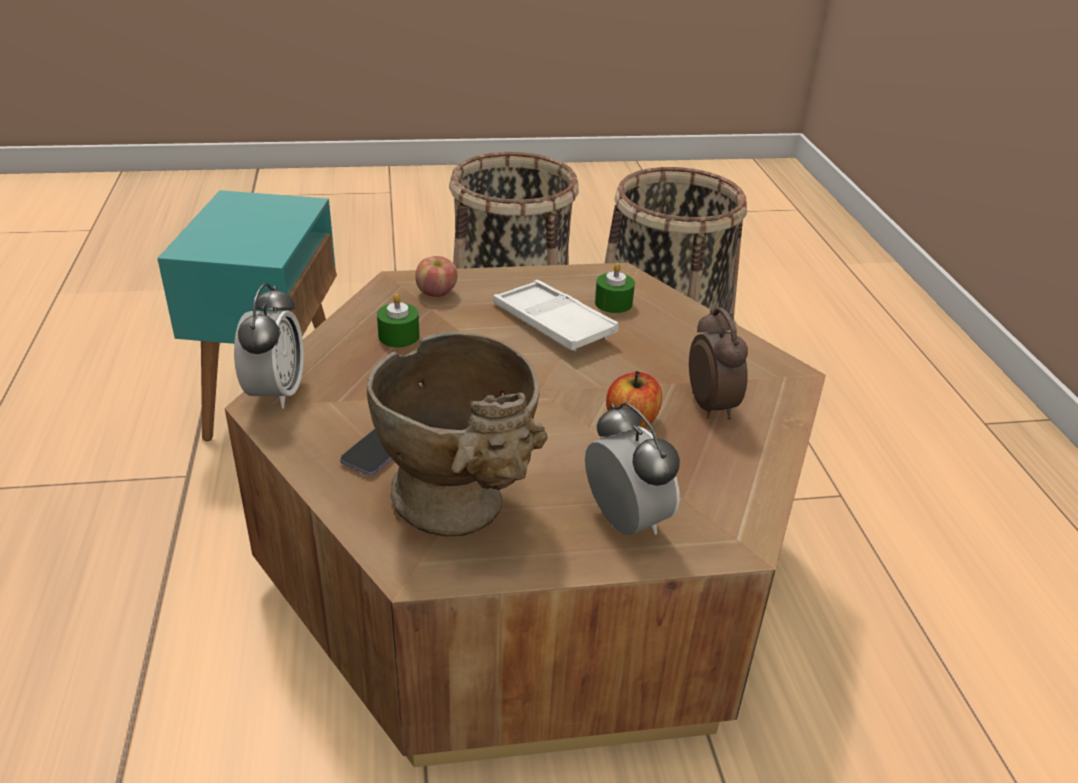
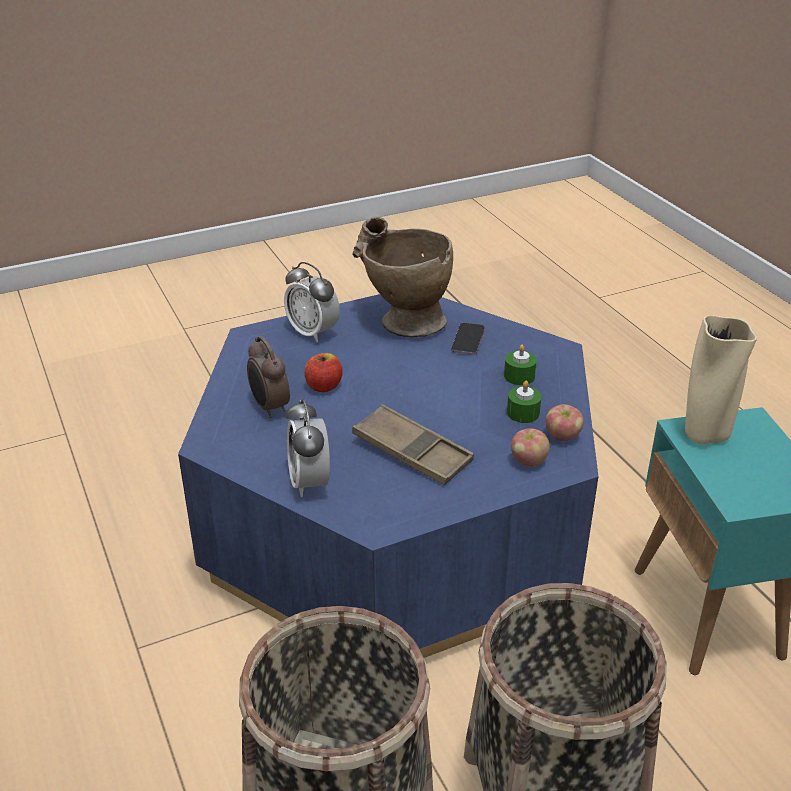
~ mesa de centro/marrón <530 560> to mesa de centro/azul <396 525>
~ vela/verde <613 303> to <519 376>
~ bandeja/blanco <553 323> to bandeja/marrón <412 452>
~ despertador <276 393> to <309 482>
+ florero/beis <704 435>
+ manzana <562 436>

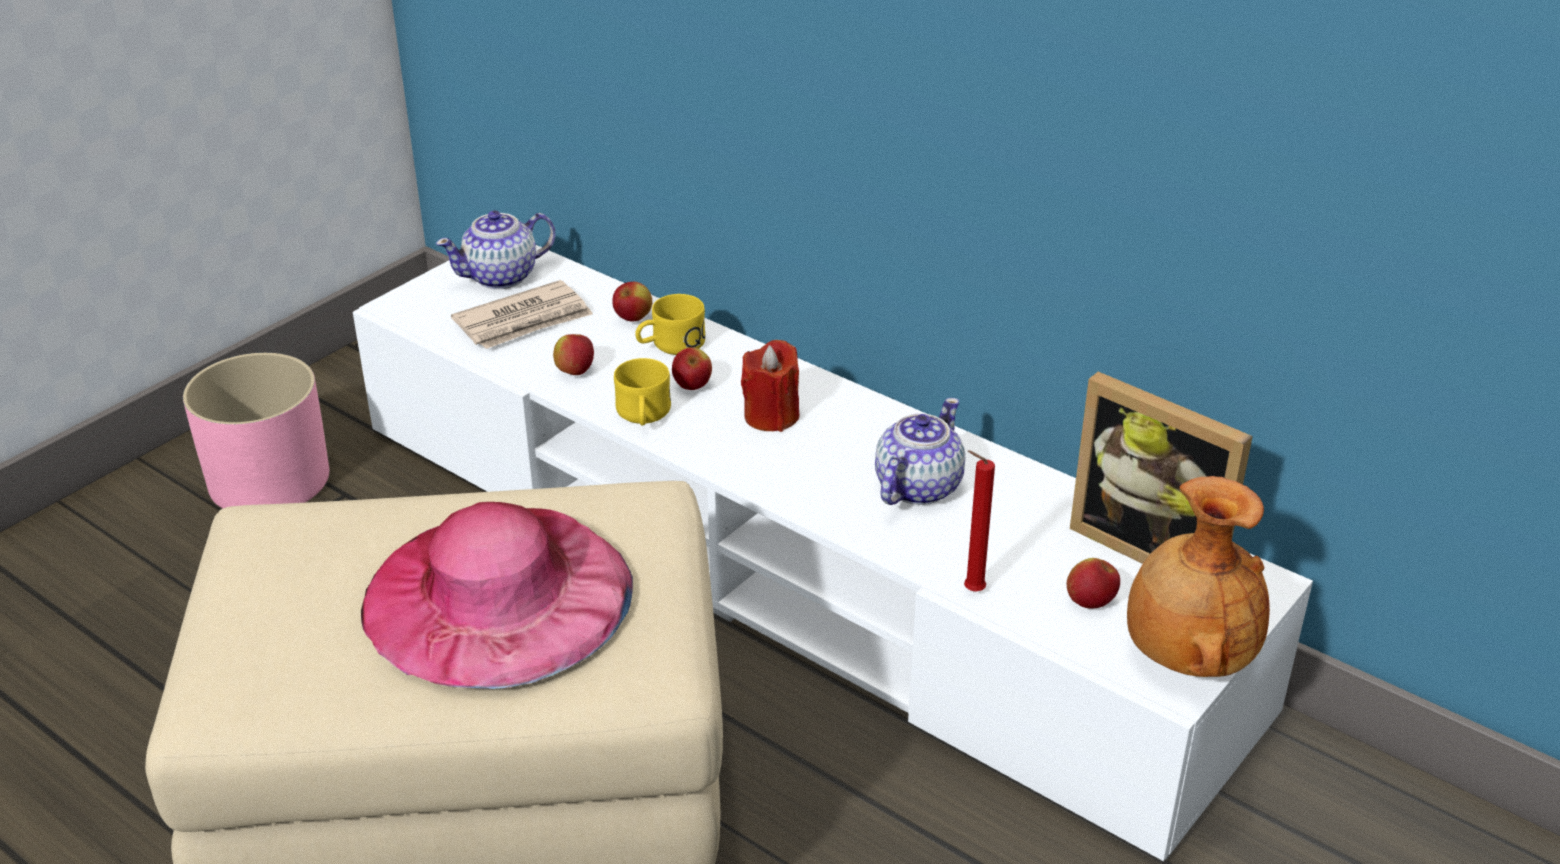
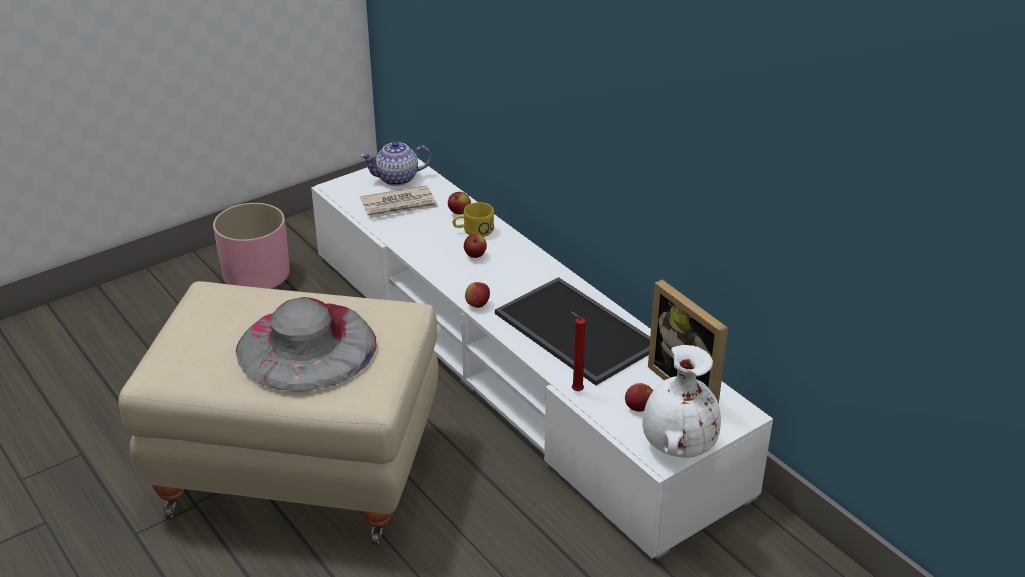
~ manzana <575 371> to <477 304>
- vela/rojo <771 416>
- taza grande/amarillo <643 416>
~ tetera <916 487> to bandeja <573 330>
~ florero/marrón <1186 656> to florero/blanco <677 445>
~ sombrero/rosa <497 594> to sombrero/gris <306 346>

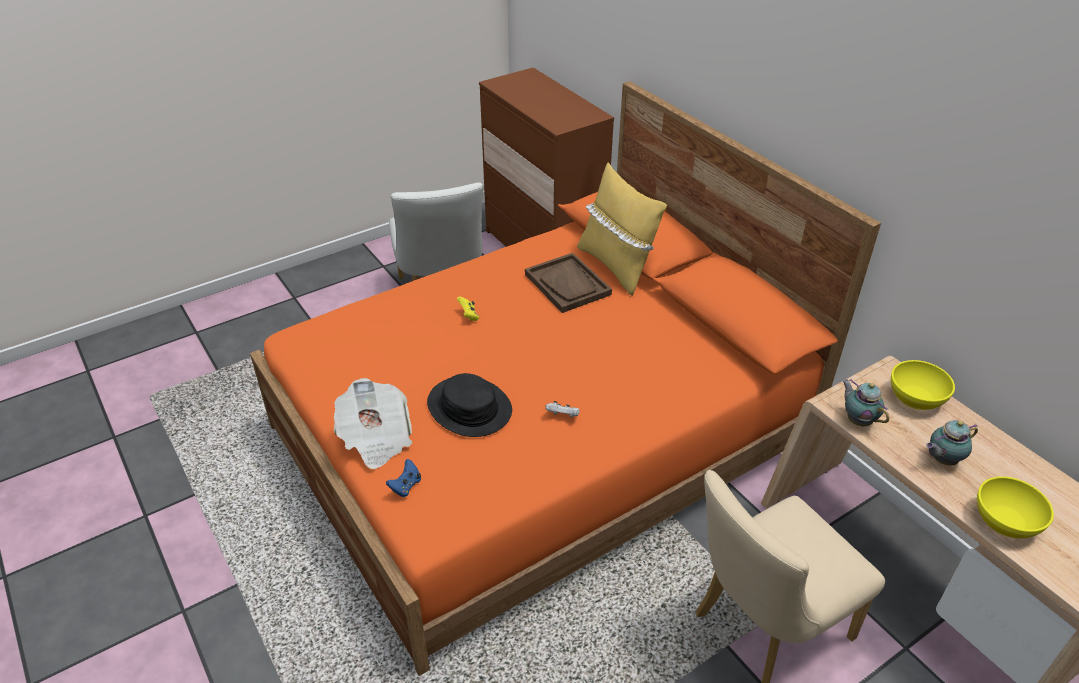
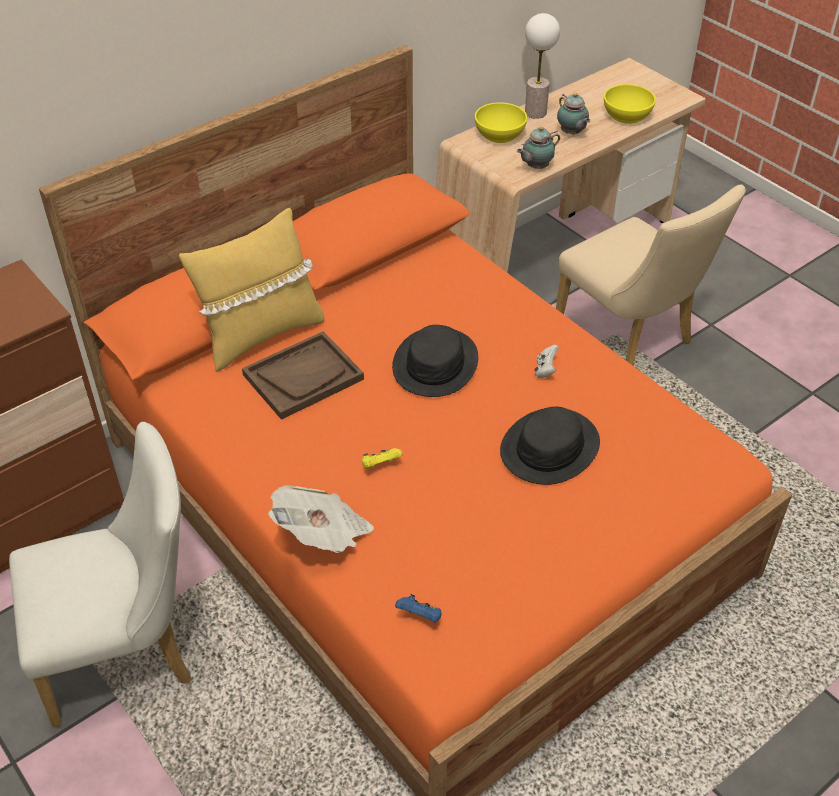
~ periódico <375 438> to <323 534>
~ mando de consola/azul <406 486> to <420 616>
+ lámpara de mesa <535 113>
+ sombrero/negro <435 364>

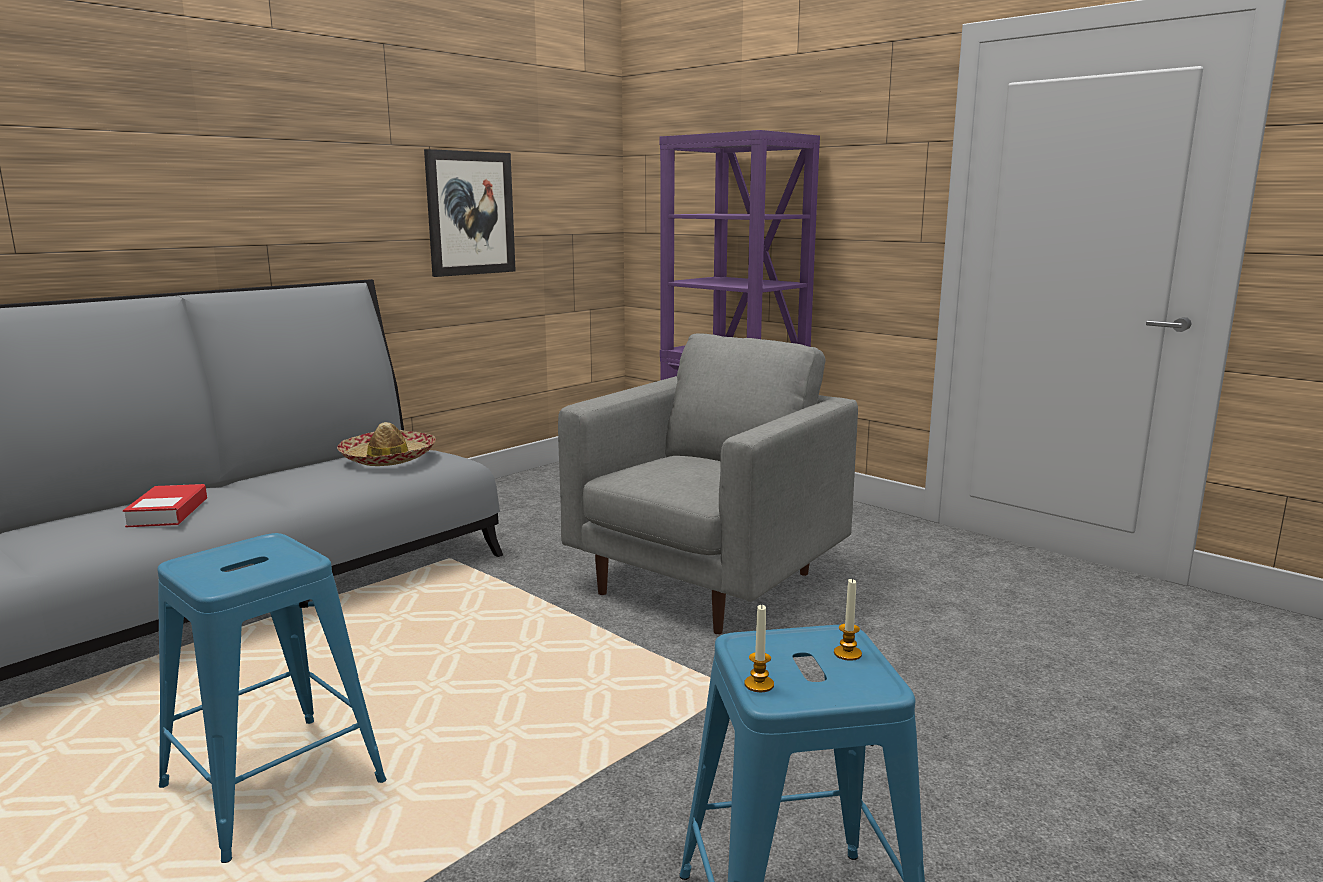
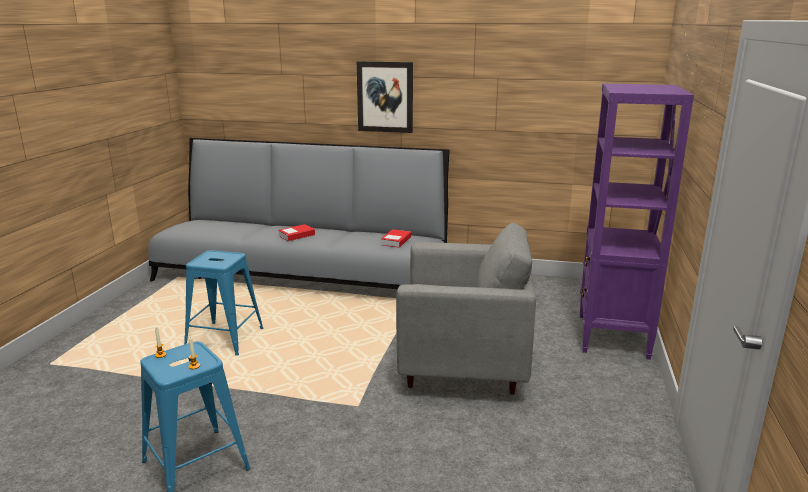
~ cuadro <470 213> to <385 97>
~ sombrero <388 458> to libro <396 241>

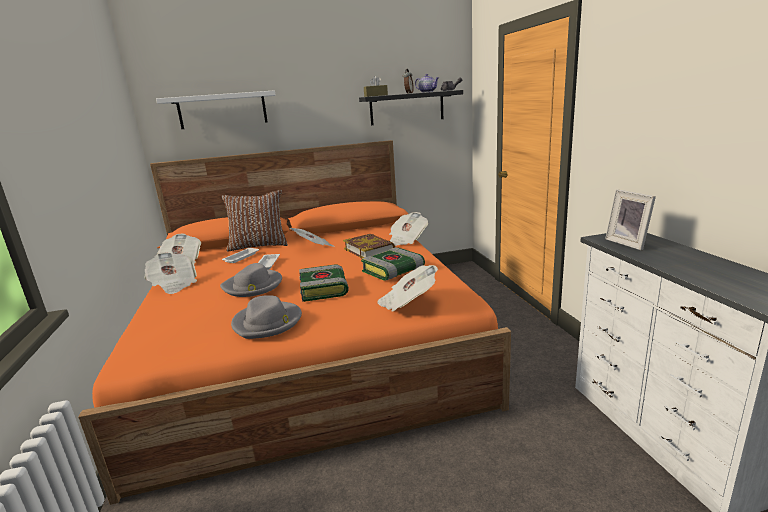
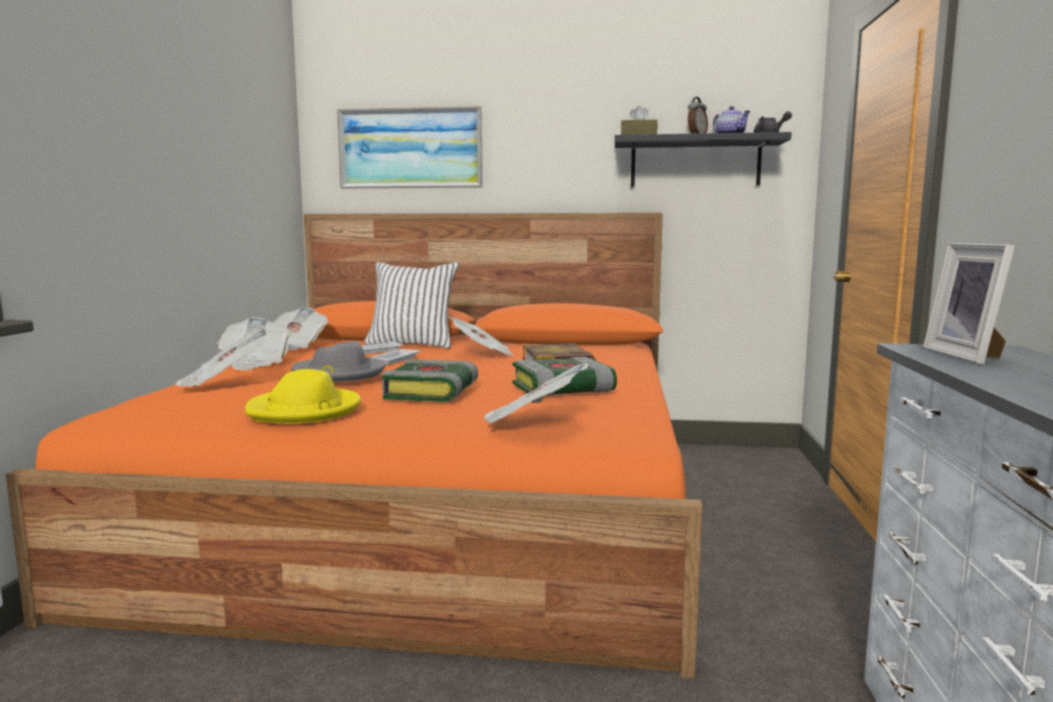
~ estante/blanco <222 110> to cuadro <410 148>
~ cojín/marrón <258 245> to cojín/blanco <412 344>
~ periódico <407 240> to <224 382>
~ sombrero/gris <267 322> to sombrero/amarillo <305 410>

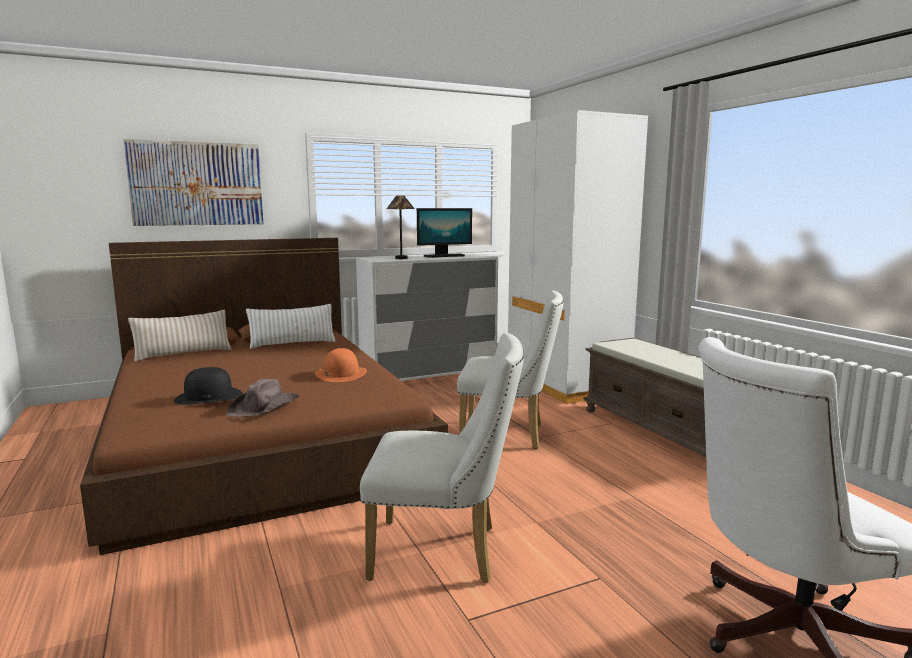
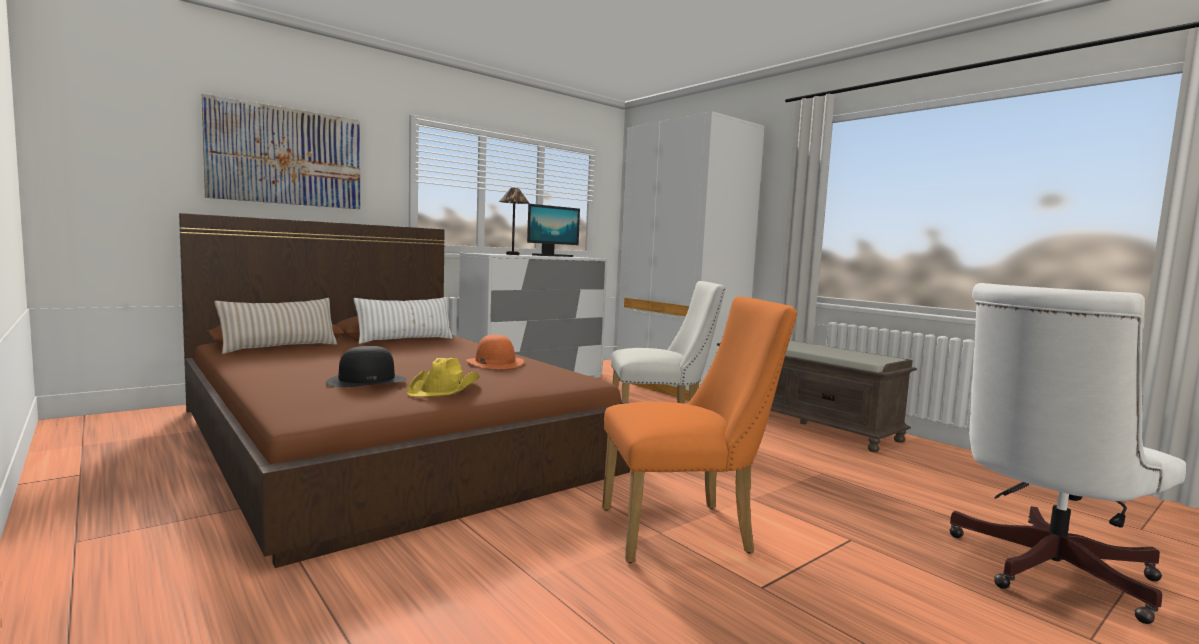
~ silla/blanco <445 552> to silla/naranja <686 530>
~ sombrero/marrón <265 407> to sombrero/amarillo <445 389>

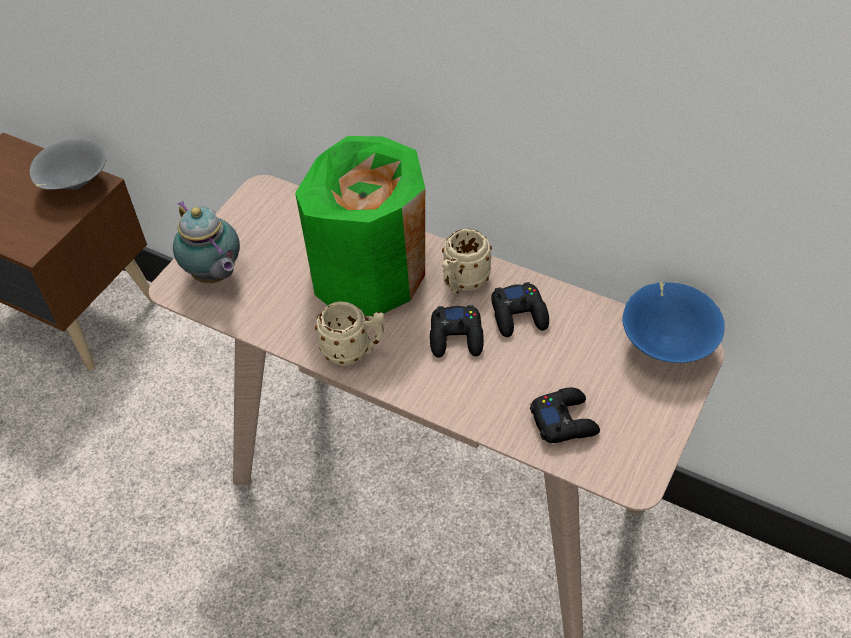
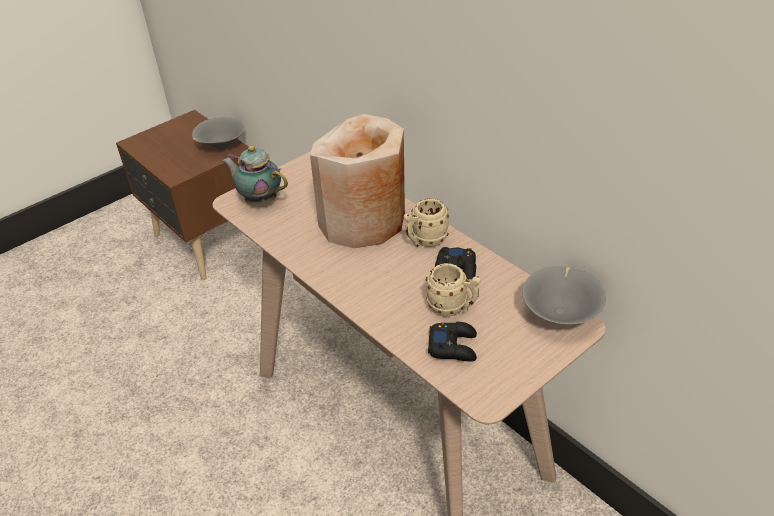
~ florero/verde <369 272> to florero/beis <363 220>
~ tetera <215 276> = <260 201> 135 degrees clockwise
~ cuenco/azul <667 342> to cuenco/gris <561 314>
~ taza grande/beis <354 351> to <453 308>
- mando de consola/negro <457 337>

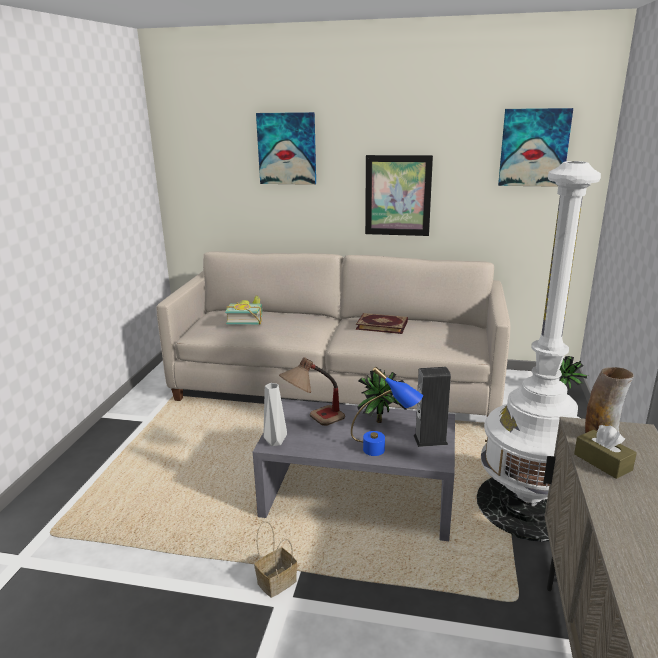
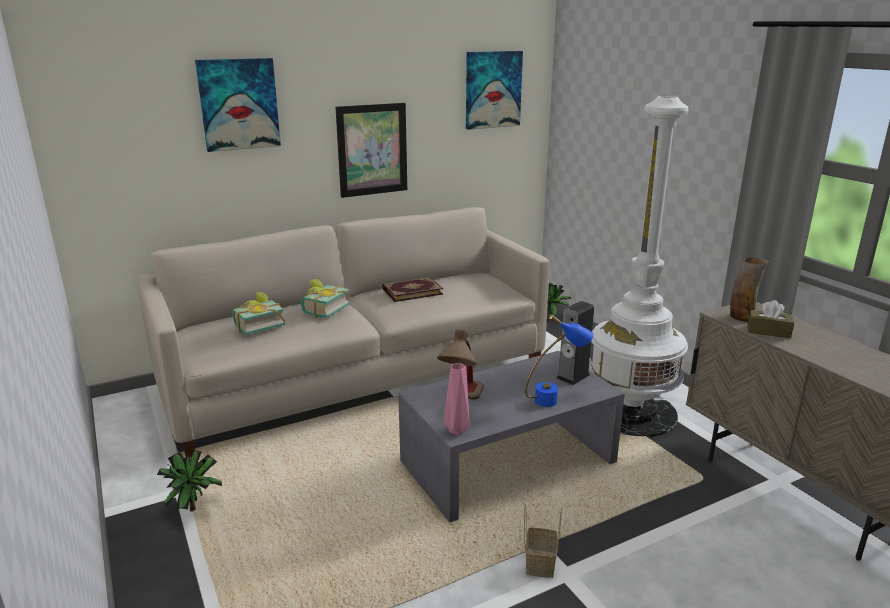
~ planta en maceta <381 420> to <194 507>
~ florero/gris <274 442> to florero/rosa <456 430>
+ libro <322 309>

